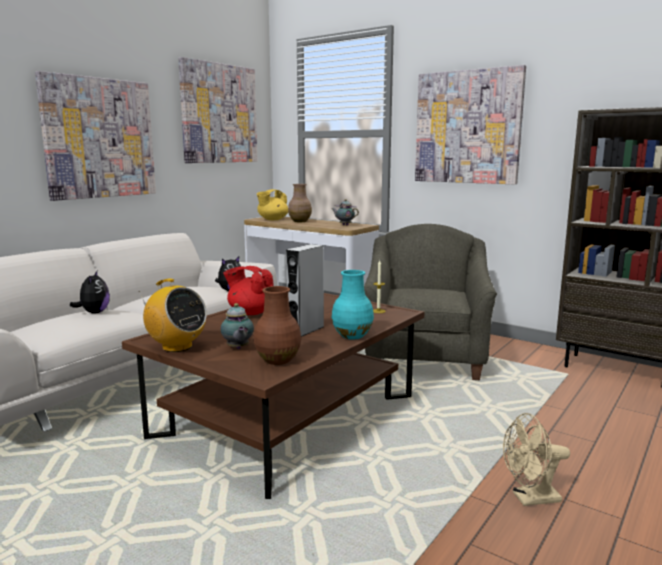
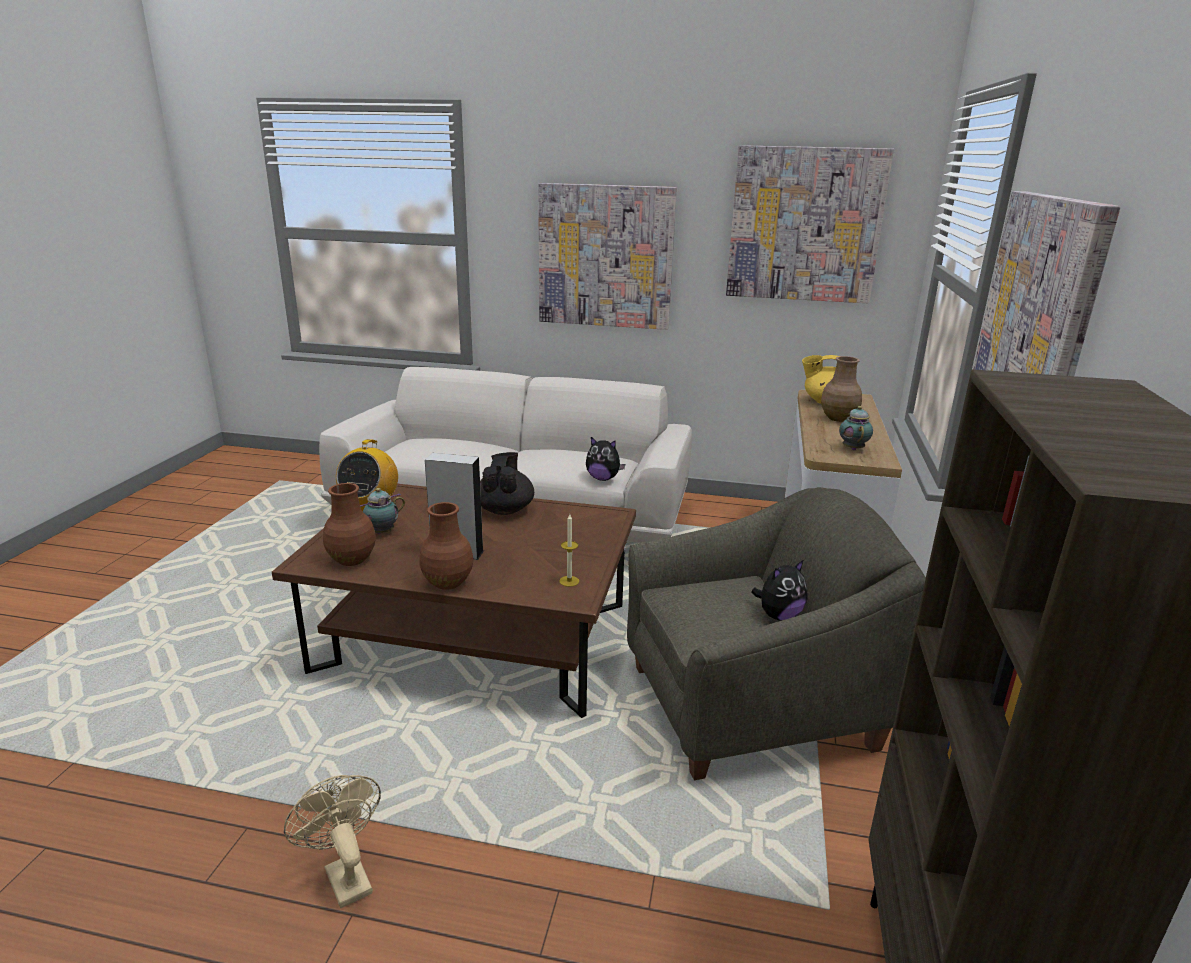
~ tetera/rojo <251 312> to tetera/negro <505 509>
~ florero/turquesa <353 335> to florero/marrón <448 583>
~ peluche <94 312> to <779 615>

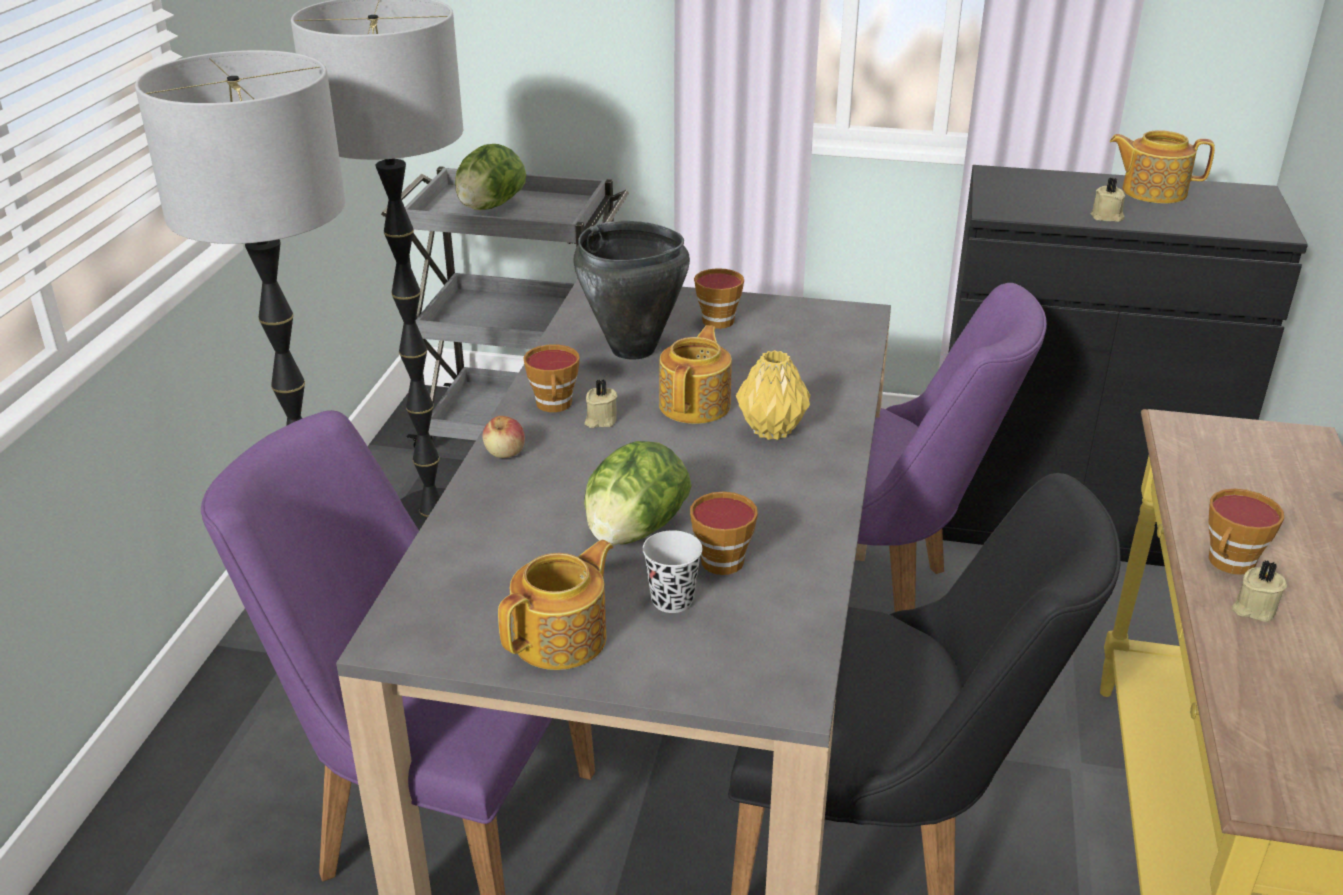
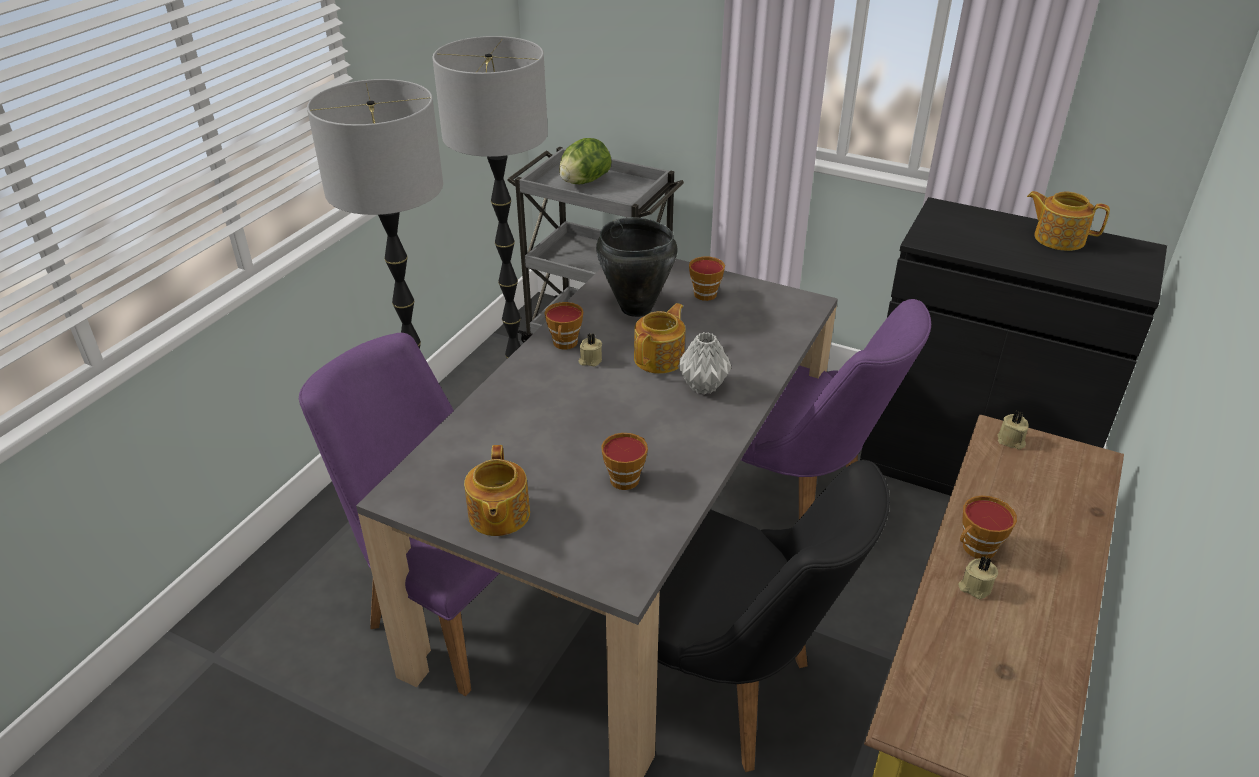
~ vela/beis <1107 217> to <1011 441>
~ florero/amarillo <772 431> to florero/gris <704 387>
- manzana <505 452>
- lechuga <634 532>
- taza/negro <672 600>
~ tetera <562 638> = <498 515> 120 degrees clockwise

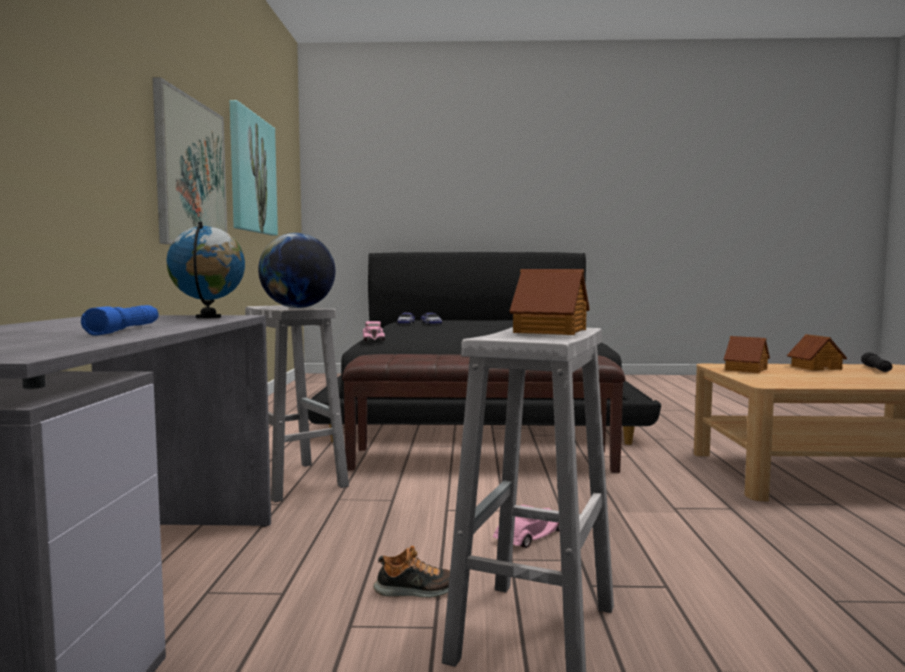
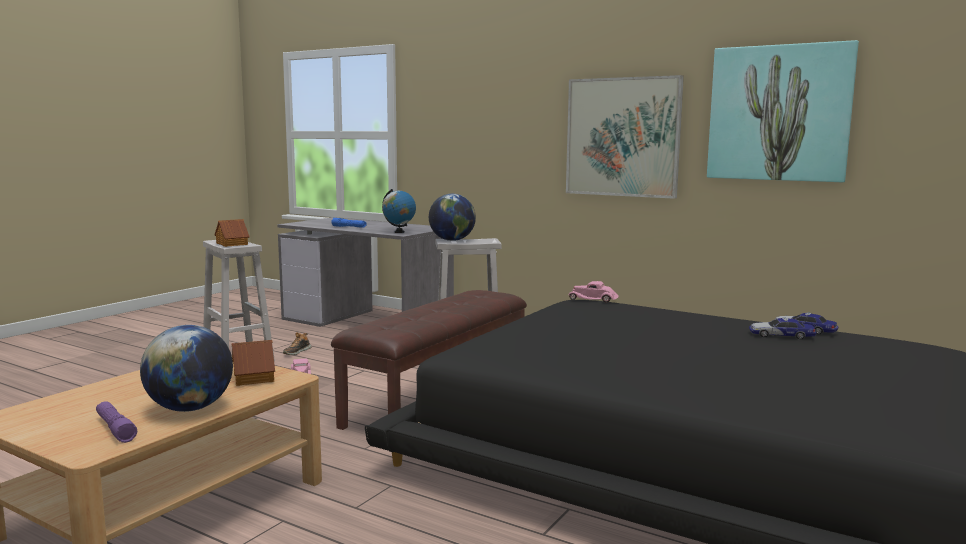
~ casita <815 367> to globo terráqueo <190 408>
~ linterna/negro <876 369> to linterna/morado <115 428>

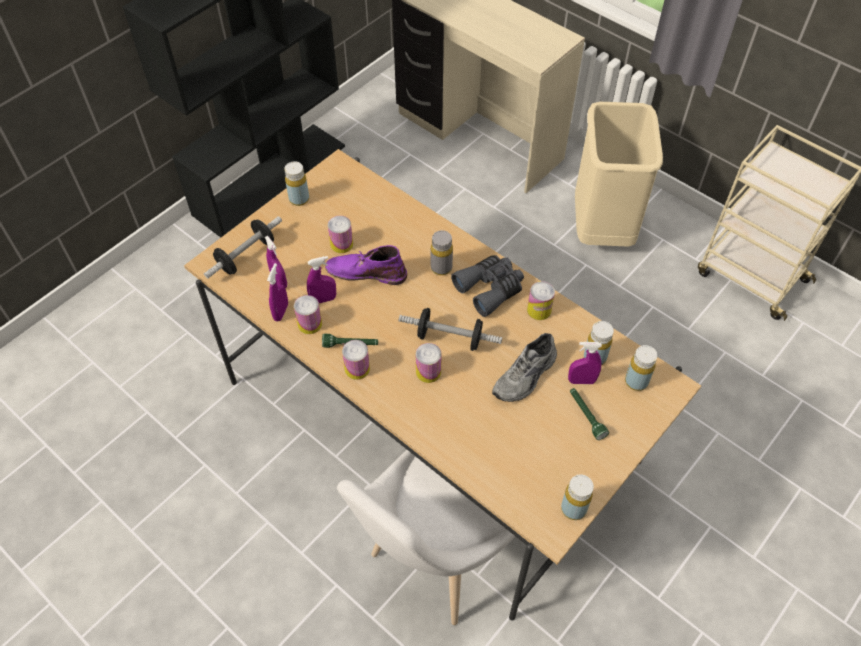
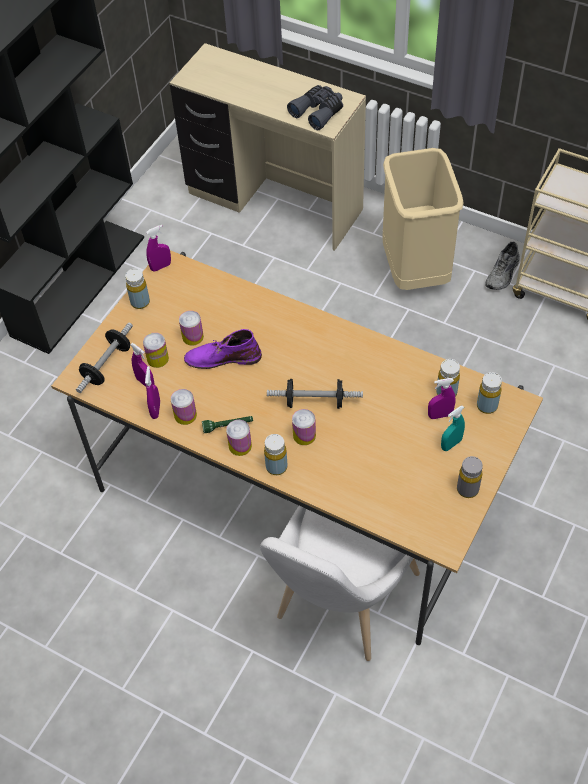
~ botella/gris <441 268> to <467 489>
~ prismáticos/gris <490 288> to <318 111>
~ pulverizador/morado <323 299> to <161 266>
~ lata <539 310> to <157 359>
~ zapato/gris <526 377> to <503 274>
~ linterna/verde <586 416> to pulverizador/turquesa <451 444>
~ botella/amarillo <573 508> to <276 467>

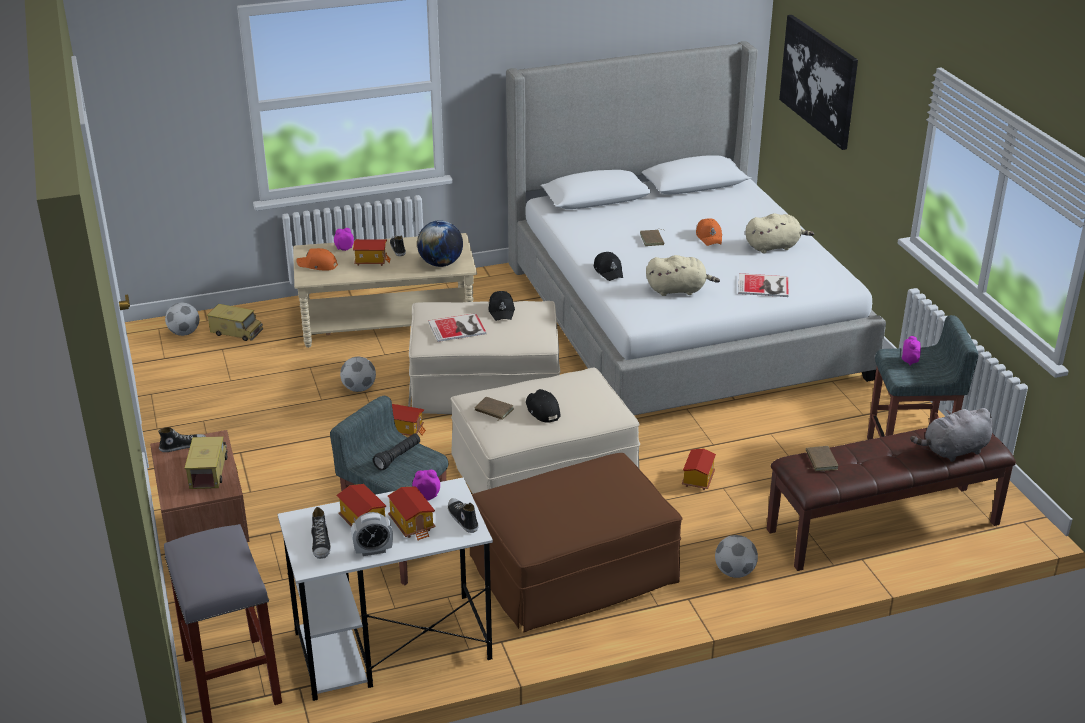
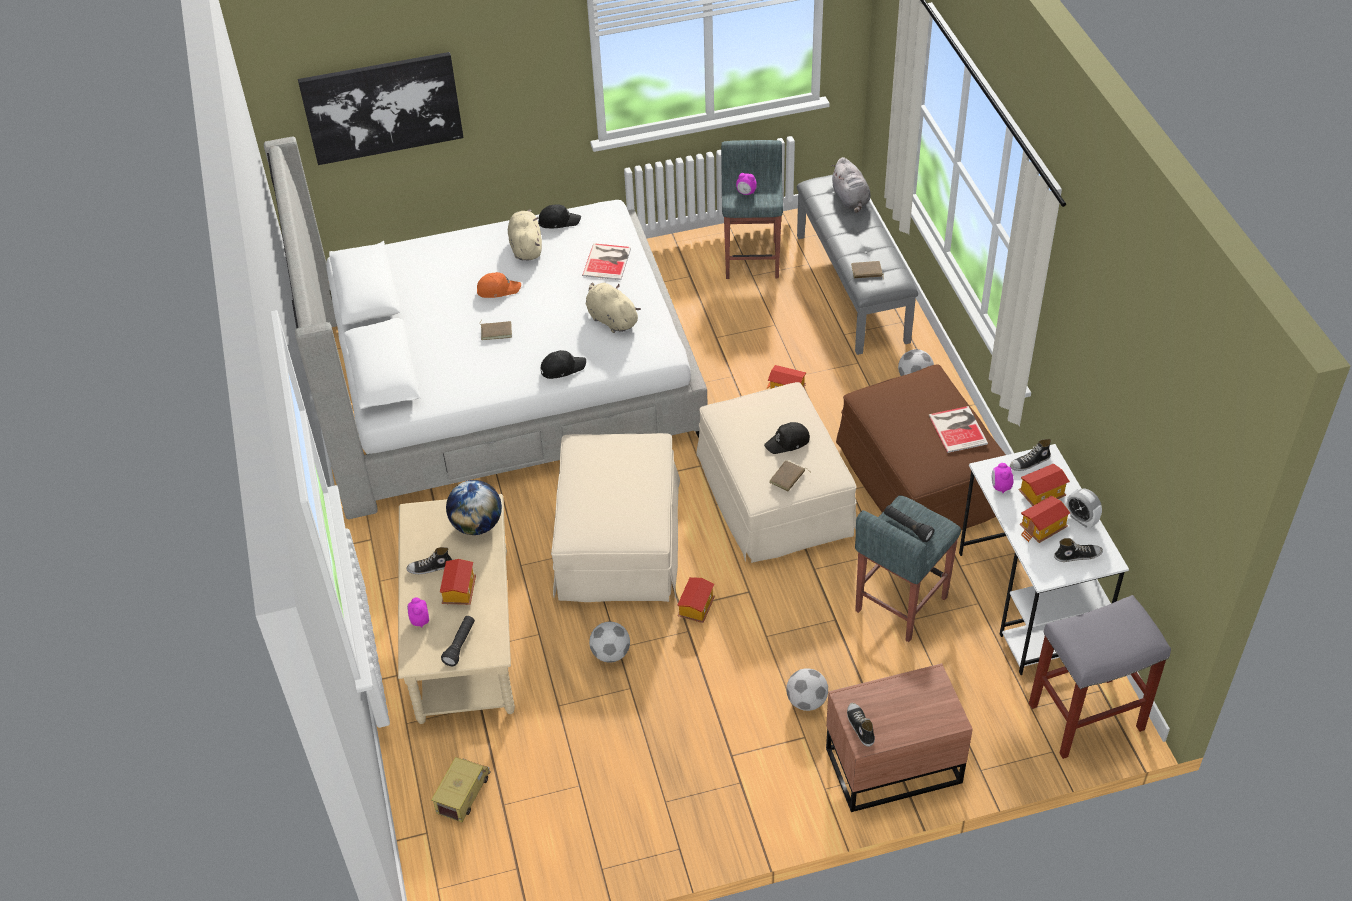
~ gorra/naranja <317 265> to linterna/negro <460 645>
~ peluche/beis <678 290> = <611 319> 45 degrees counterclockwise
~ gorra/negro <502 311> to <558 221>
~ balón de fútbol <184 333> to <806 701>
~ libro <459 328> to <958 428>
~ banco/marrón <883 528> to banco/gris <853 288>
- camión de juguete <208 472>
~ despertador <373 550> = <1081 519> 150 degrees clockwise

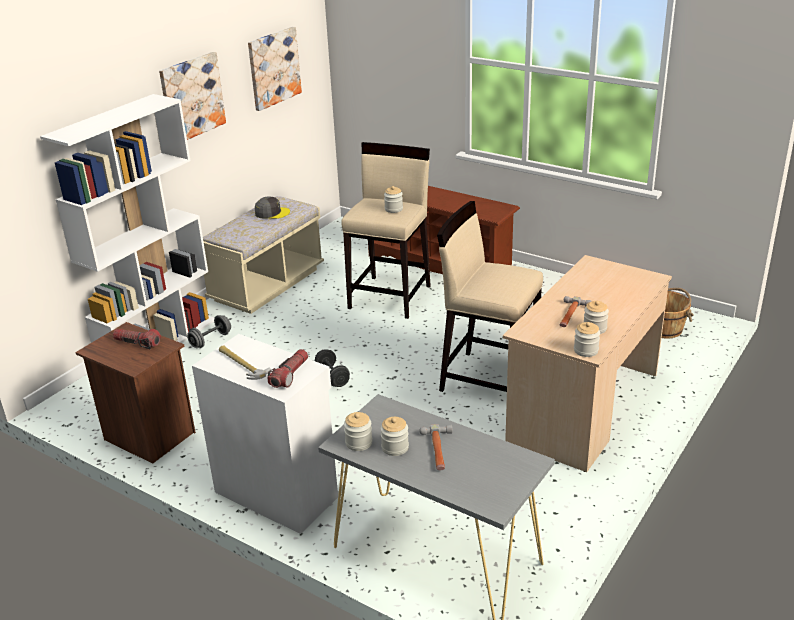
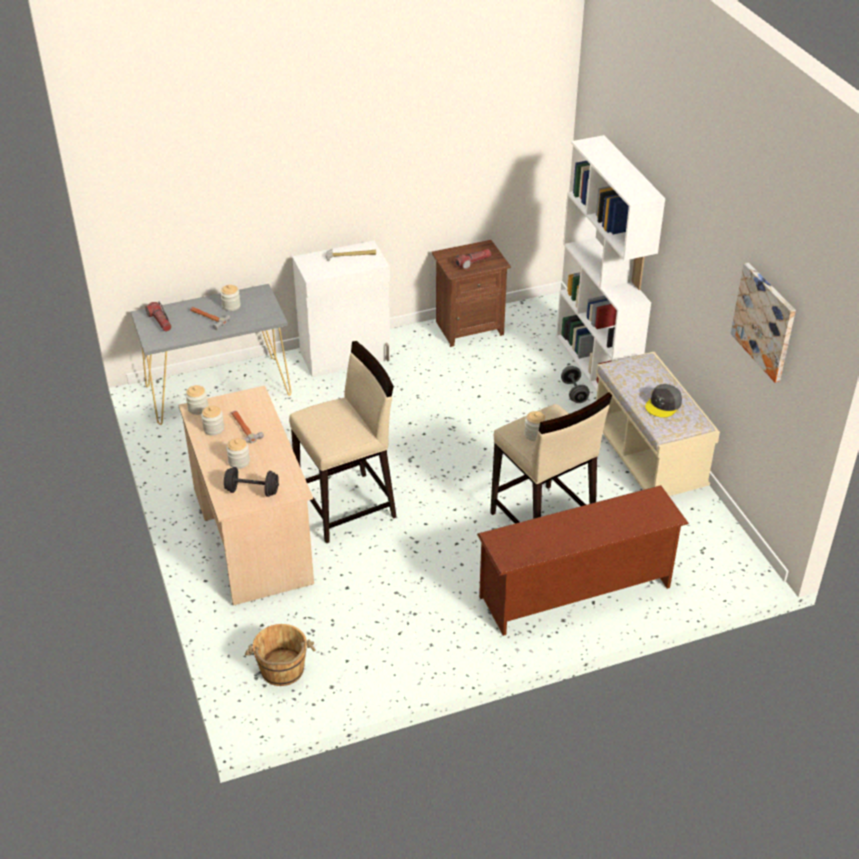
- cuadro <192 97>
~ linterna <290 375> to <160 321>
~ mancuerna/negro <332 377> to <252 491>
~ tarro <359 443> to <239 462>

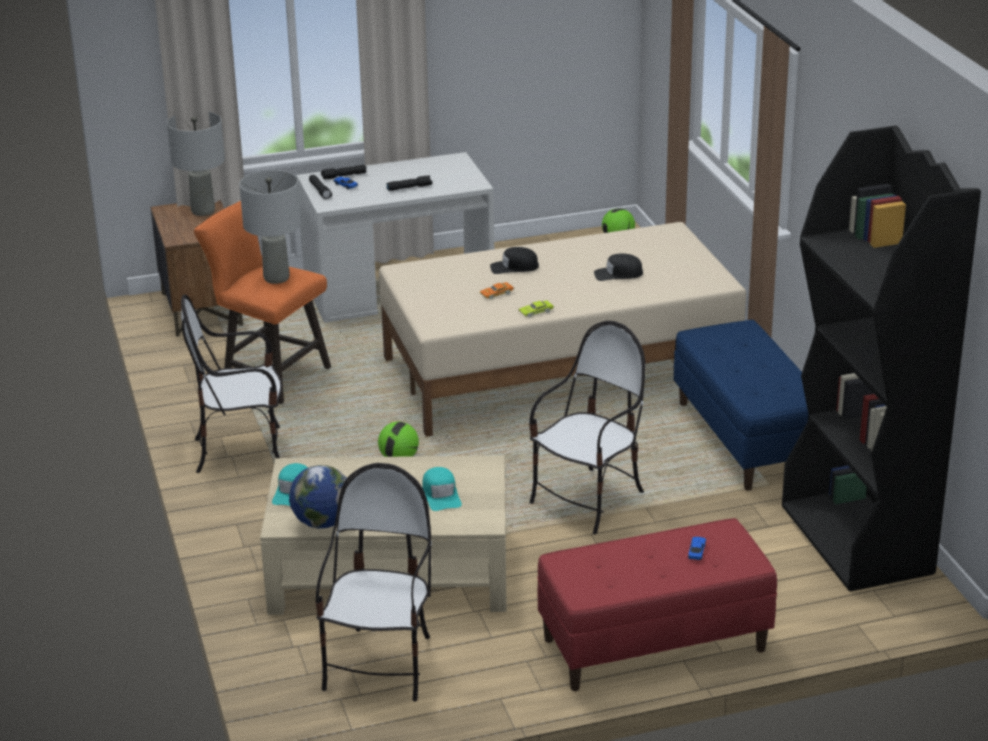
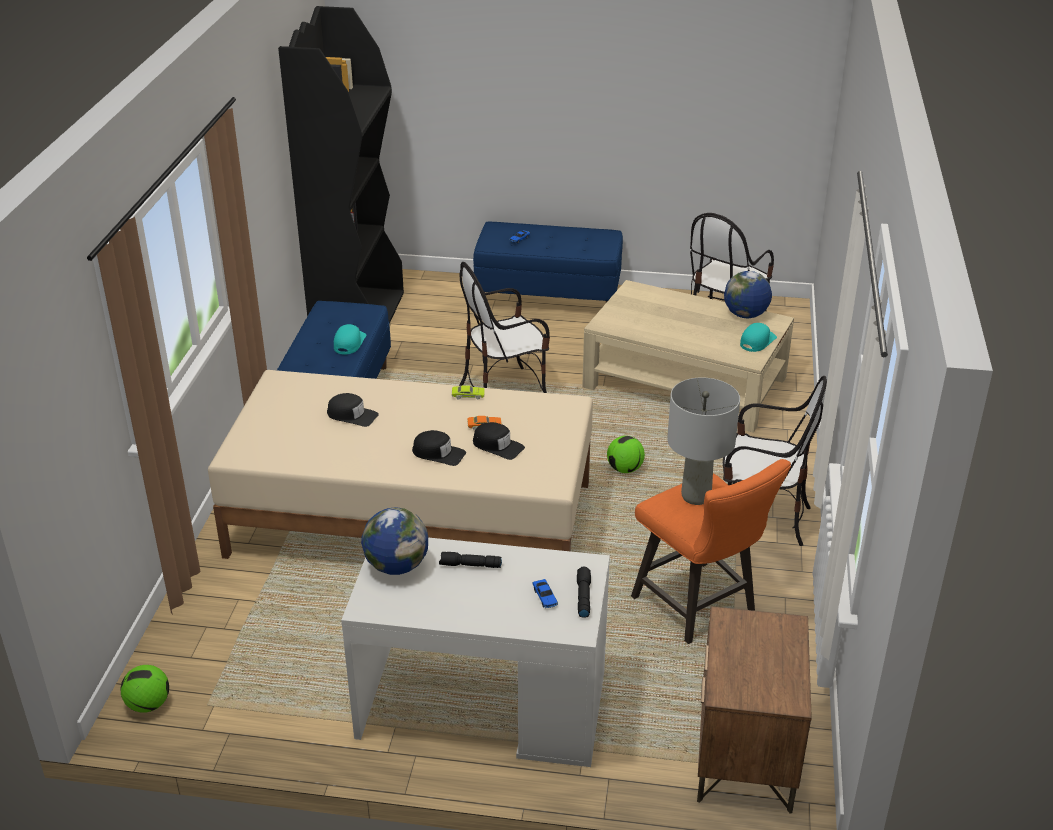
- lámpara de mesa/gris <203 211>
- linterna/negro <343 176>
~ gorra/turquesa <441 495> to <349 343>
~ banco/rojo <653 645> to banco/azul <549 298>
+ gorra/negro <497 446>
+ globo terráqueo <396 566>

